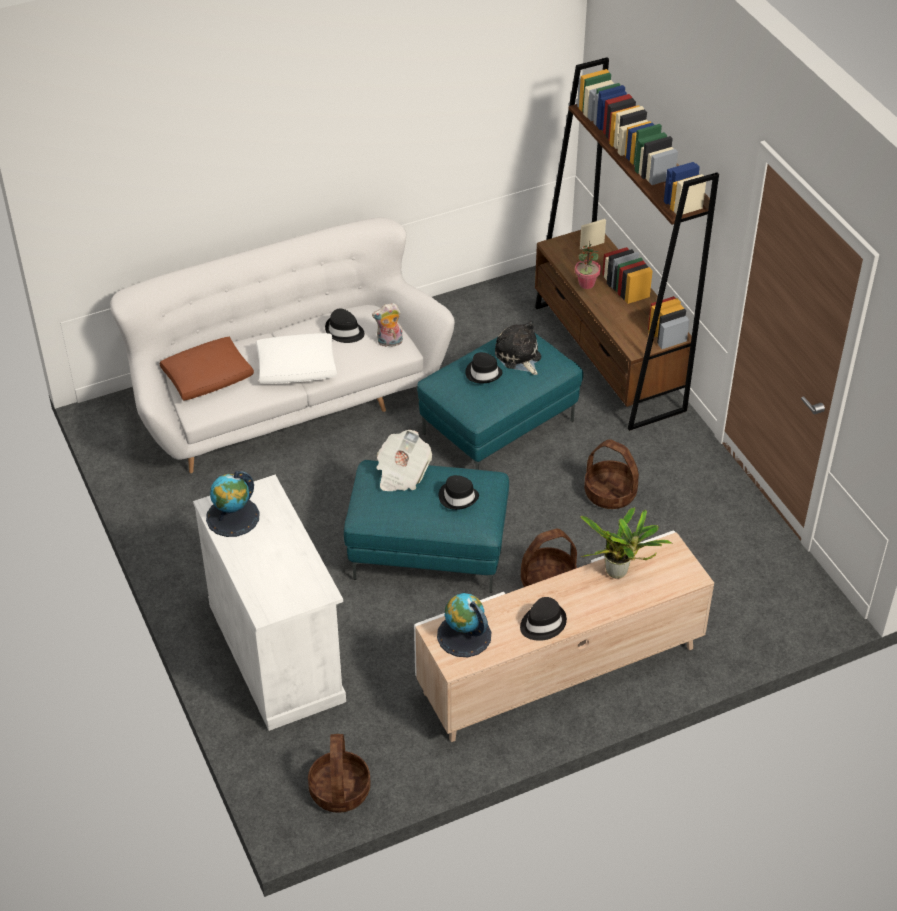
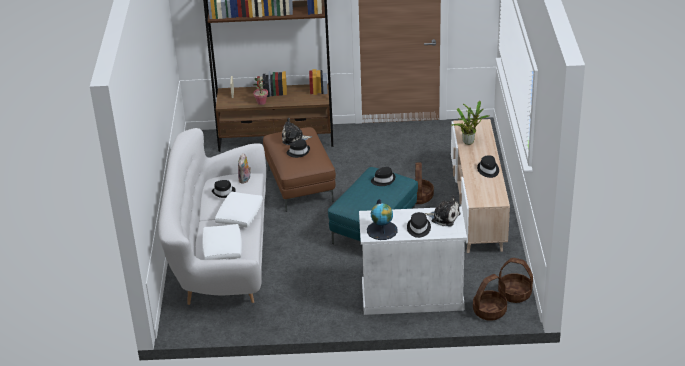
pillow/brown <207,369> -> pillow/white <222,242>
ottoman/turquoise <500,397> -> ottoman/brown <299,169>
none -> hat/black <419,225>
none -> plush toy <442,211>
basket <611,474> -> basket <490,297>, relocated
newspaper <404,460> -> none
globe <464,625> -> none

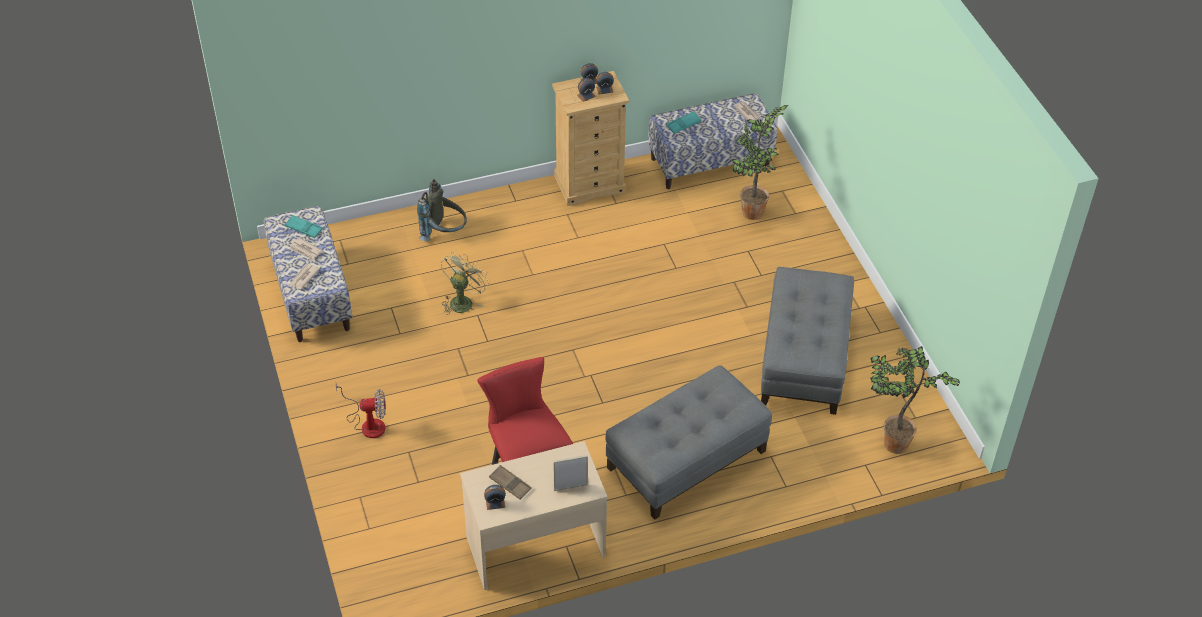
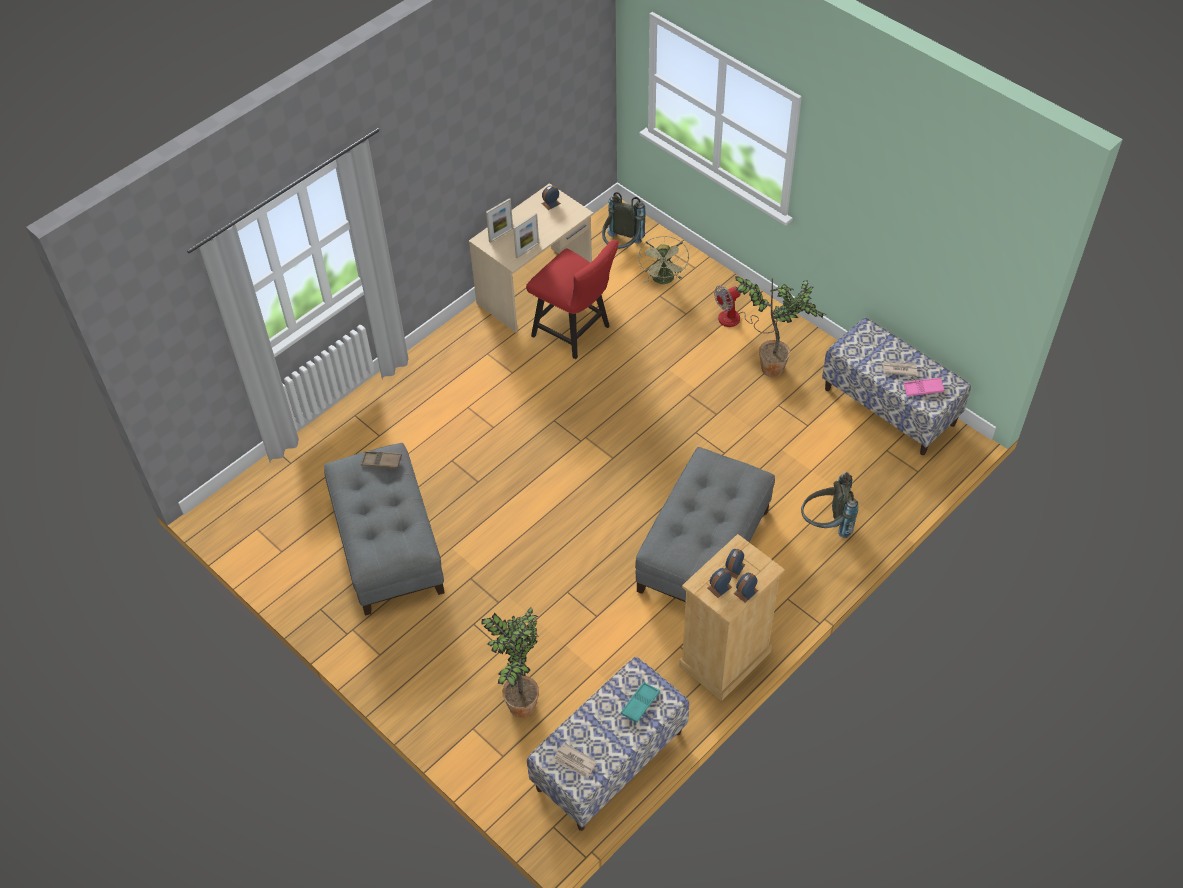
tray/brown <510,482> -> tray/brown <381,460>, relocated
none -> picture frame <526,235>
none -> backpack/grey <624,220>
ottoman/grey <688,442> -> ottoman/grey <705,524>, relocated
fan/green <465,283> -> fan/green <663,260>, relocated
potted plant <915,400> -> potted plant <780,326>, relocated
tray/turquoise <304,226> -> tray/pink <924,387>
newspaper <304,276> -> none

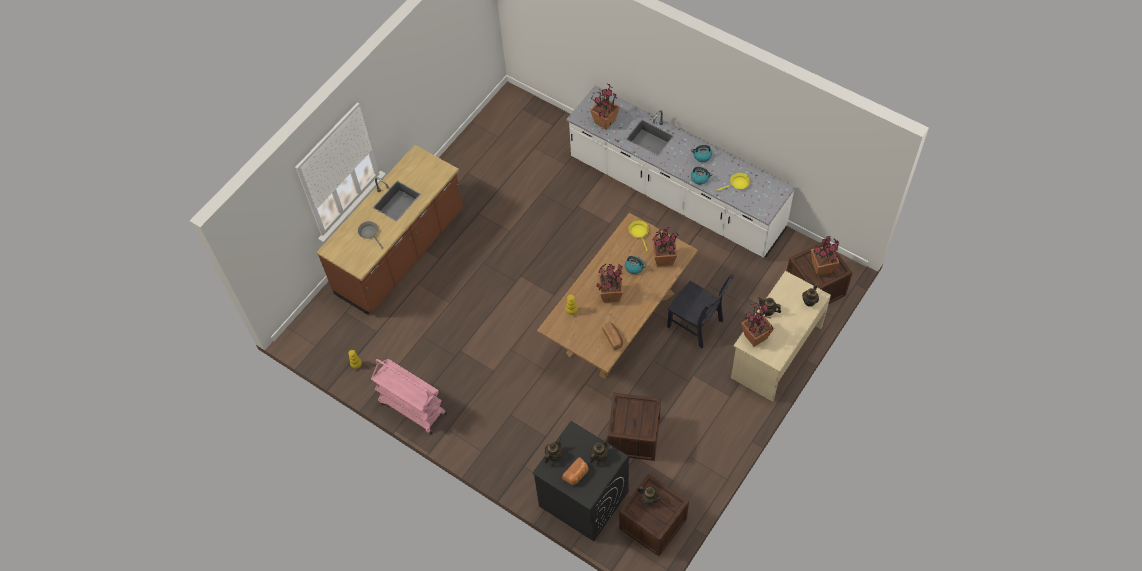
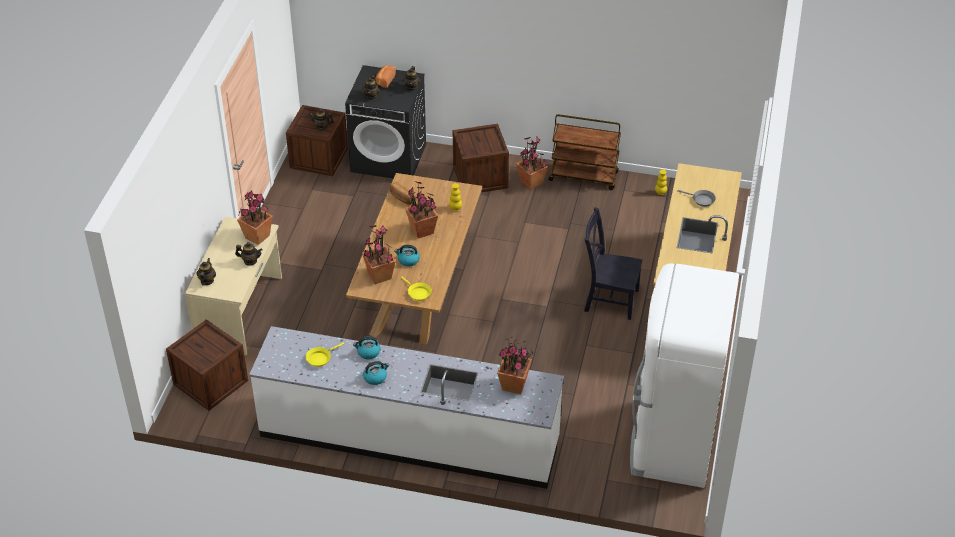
crate <634,427> -> crate <481,158>, relocated
potted plant <825,256> -> potted plant <532,163>, relocated
cart/pink <409,396> -> cart/brown <584,152>
chair/black <700,312> -> chair/black <613,263>, relocated
none -> fridge/white <684,375>

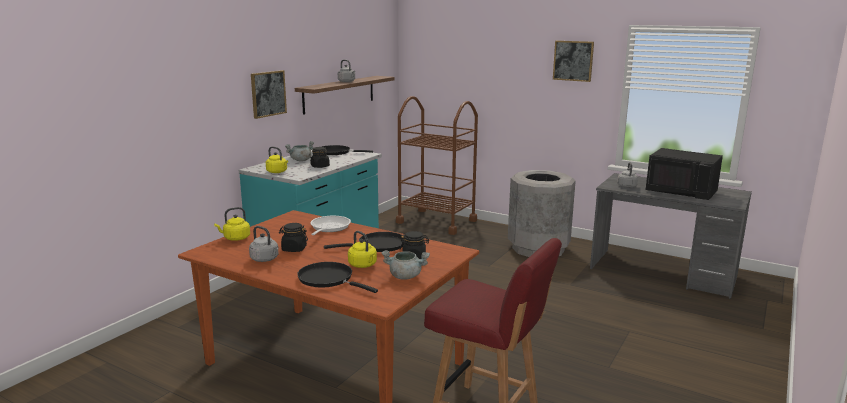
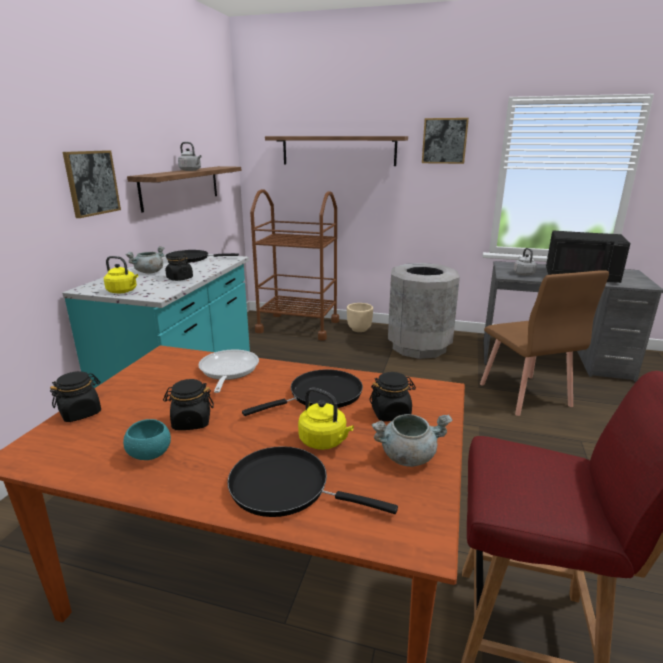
kettle/yellow <232,224> -> jar/black <75,396>
kettle/grey <264,244> -> bowl/turquoise <147,439>
none -> shelf <336,151>
none -> planter/beige <360,317>
none -> chair/brown <544,343>

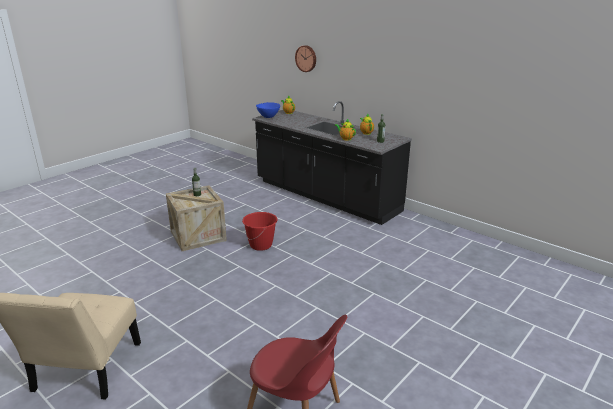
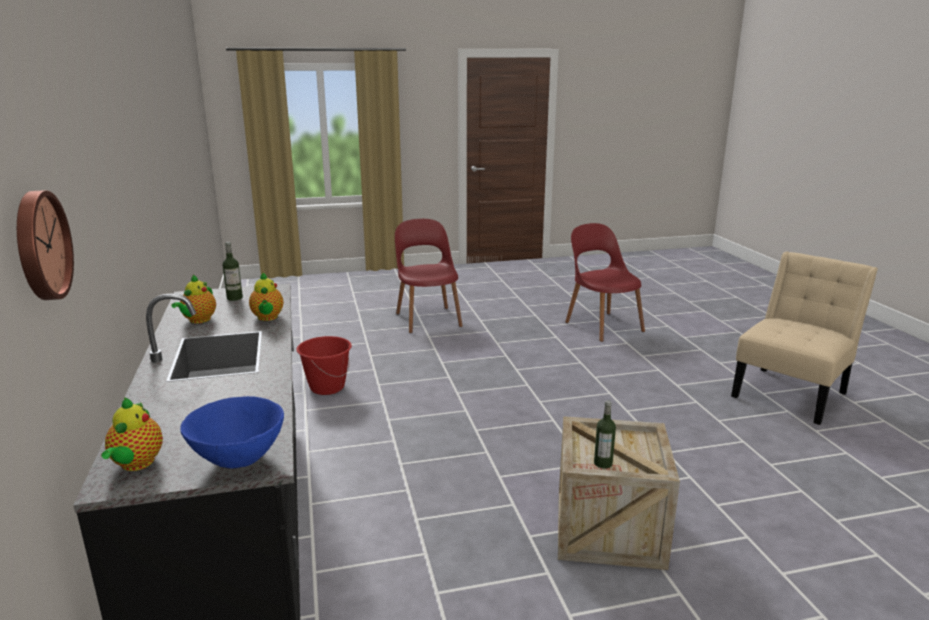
bucket/red <260,231> -> bucket/red <324,365>, relocated
none -> chair/red <429,276>

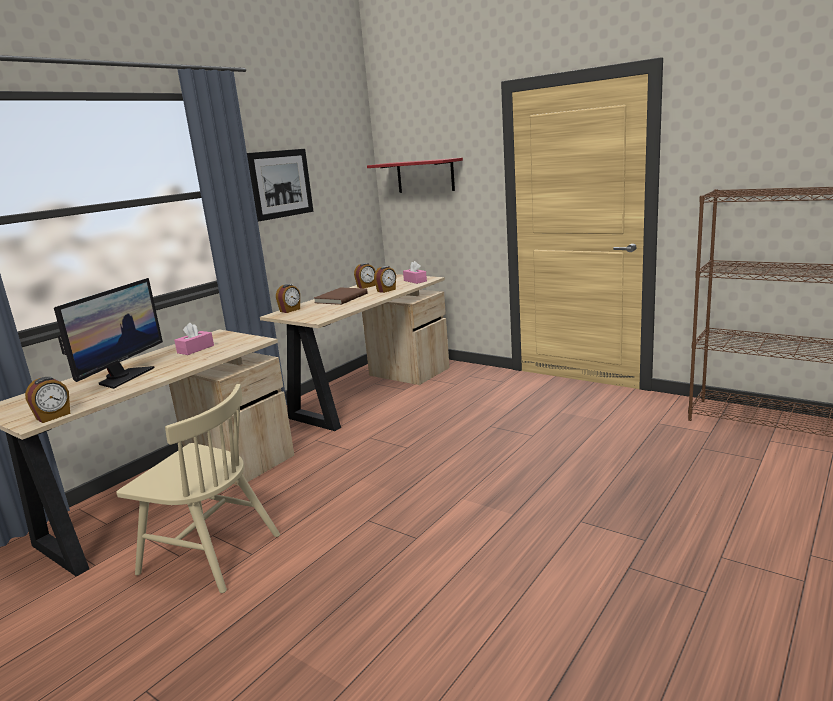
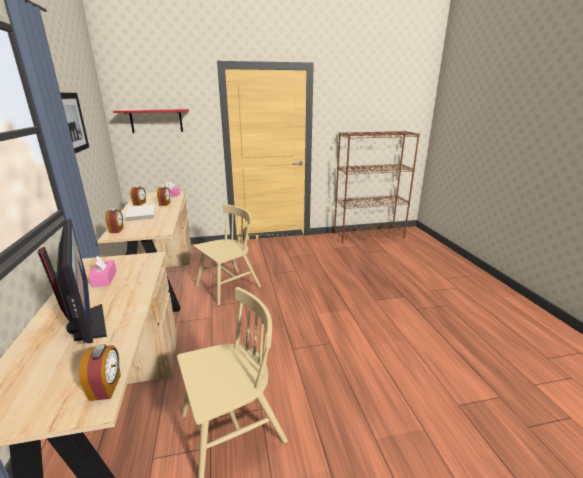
book/brown <341,296> -> book/white <139,213>
none -> chair/beige <227,254>

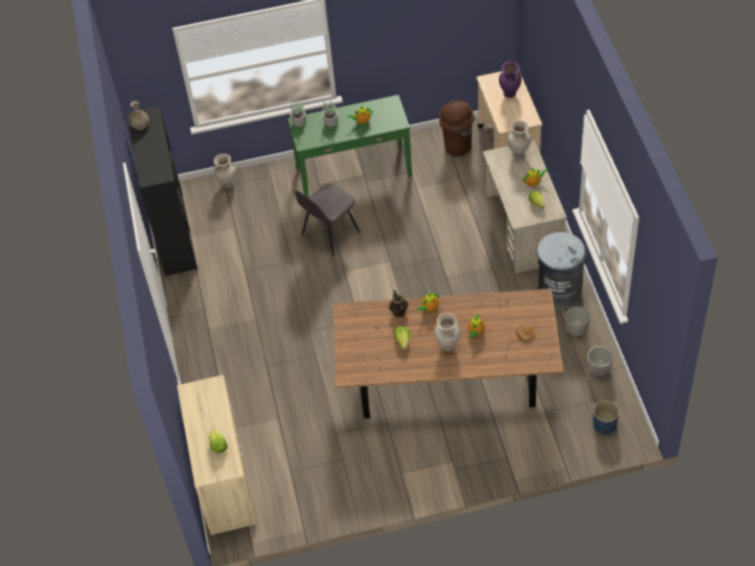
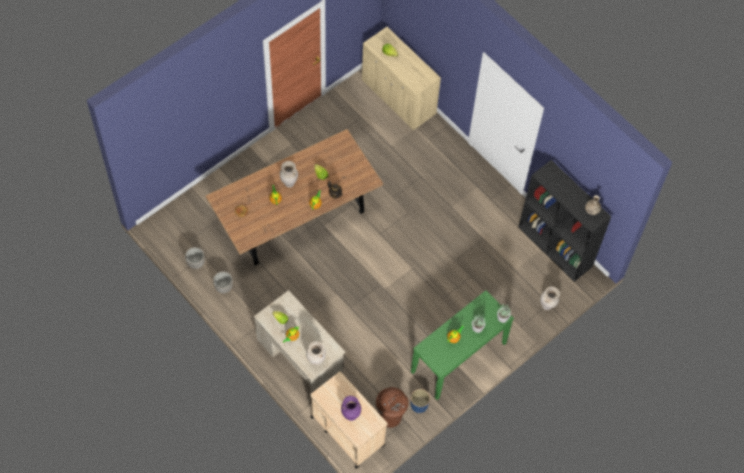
planter/blue <606,418> -> planter/blue <420,401>, relocated
chair/grey <327,220> -> none
trash can/grey <563,270> -> none

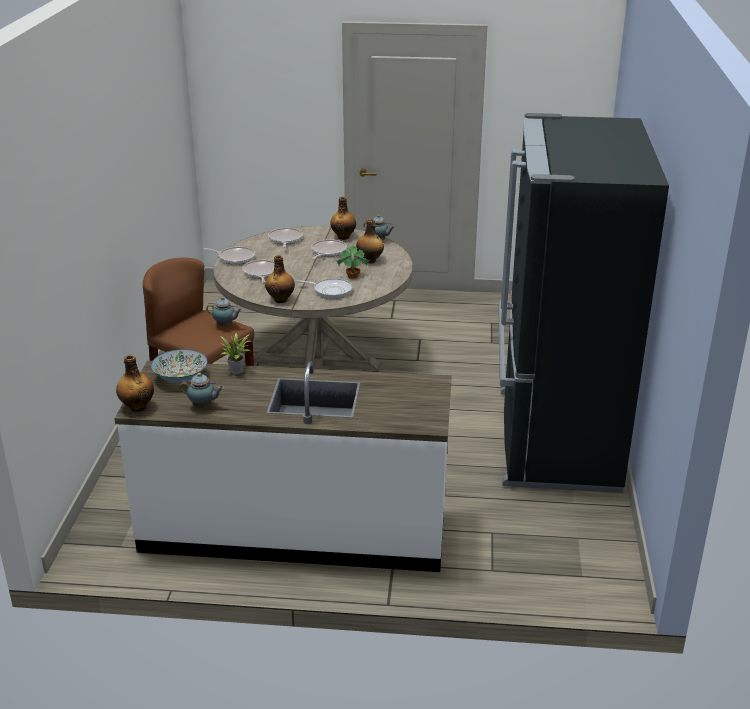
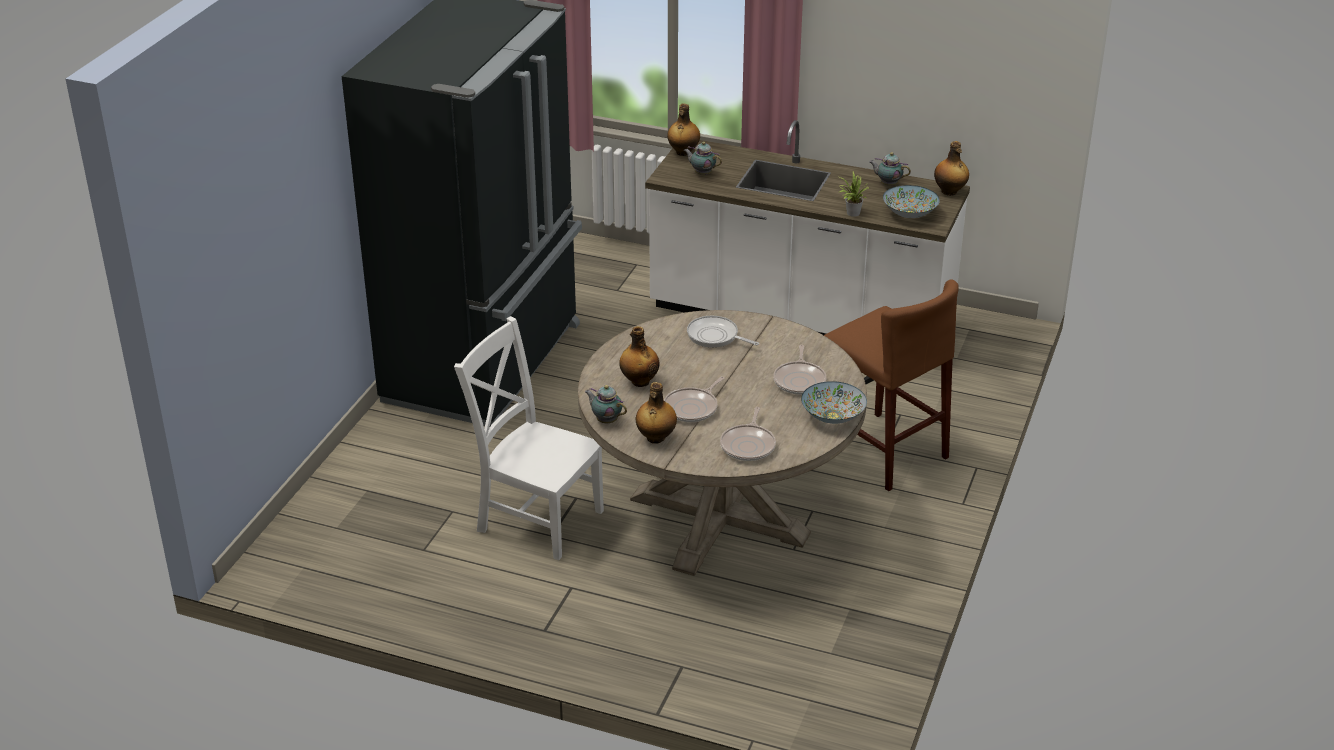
none -> chair/white <529,438>
bottle <280,279> -> bottle <683,130>, relocated
teapot <224,311> -> teapot <703,158>, relocated
frying pan <229,255> -> bowl <834,402>
potted plant <353,262> -> none

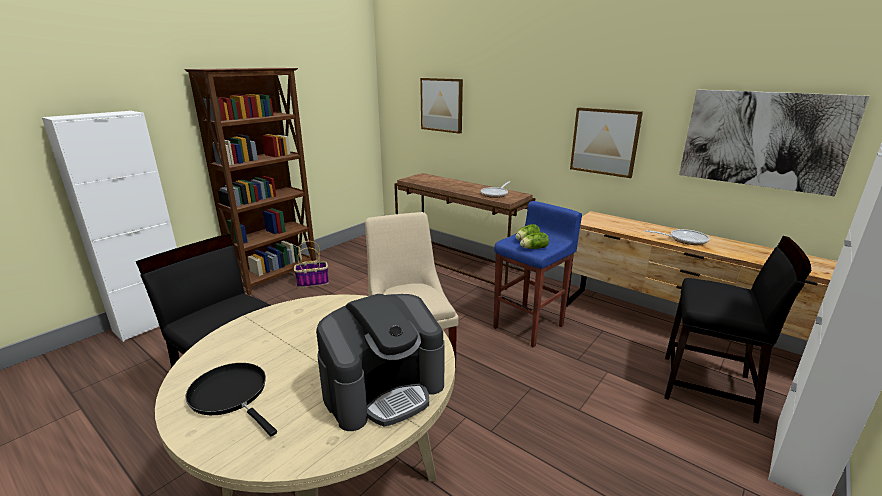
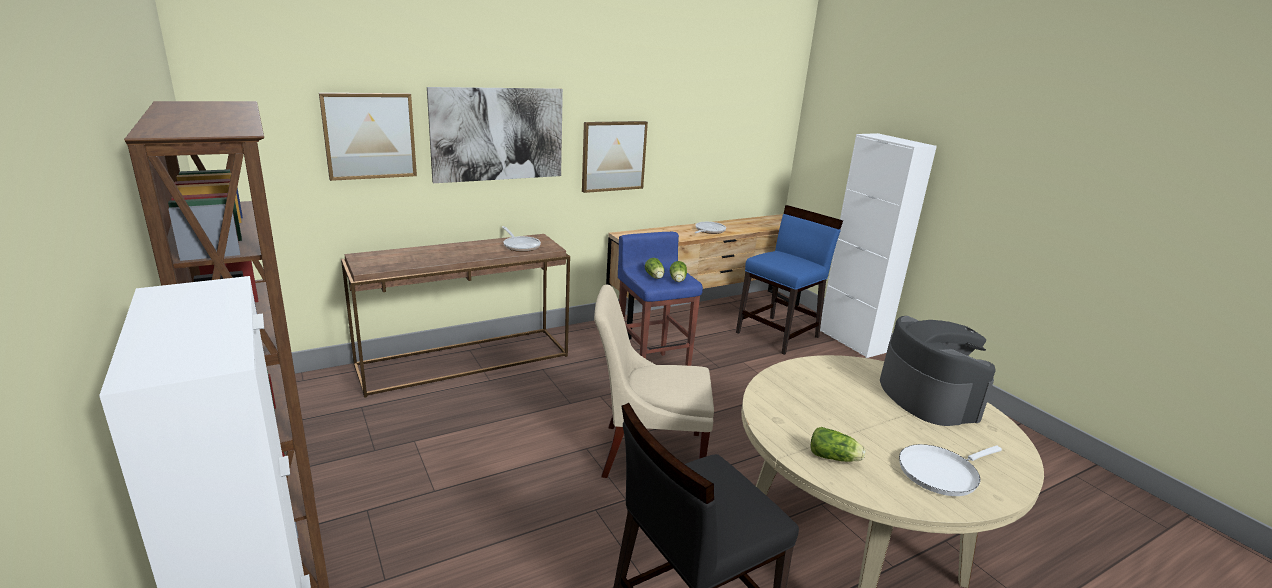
picture <774,143> -> picture <495,135>, relocated
chair/black <738,330> -> chair/blue <789,280>
none -> lettuce <837,444>
frying pan/black <231,400> -> frying pan/white <950,470>
basket <311,264> -> none

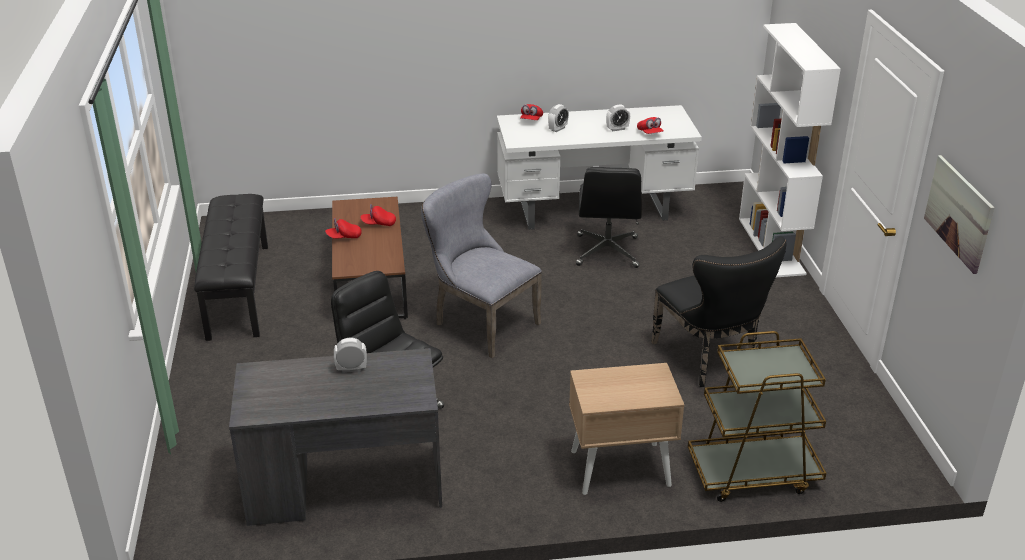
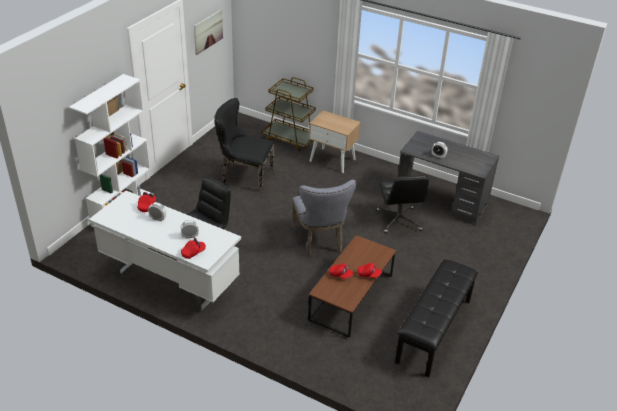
chair/black <719,312> -> chair/black <244,145>, 90 degrees counterclockwise

